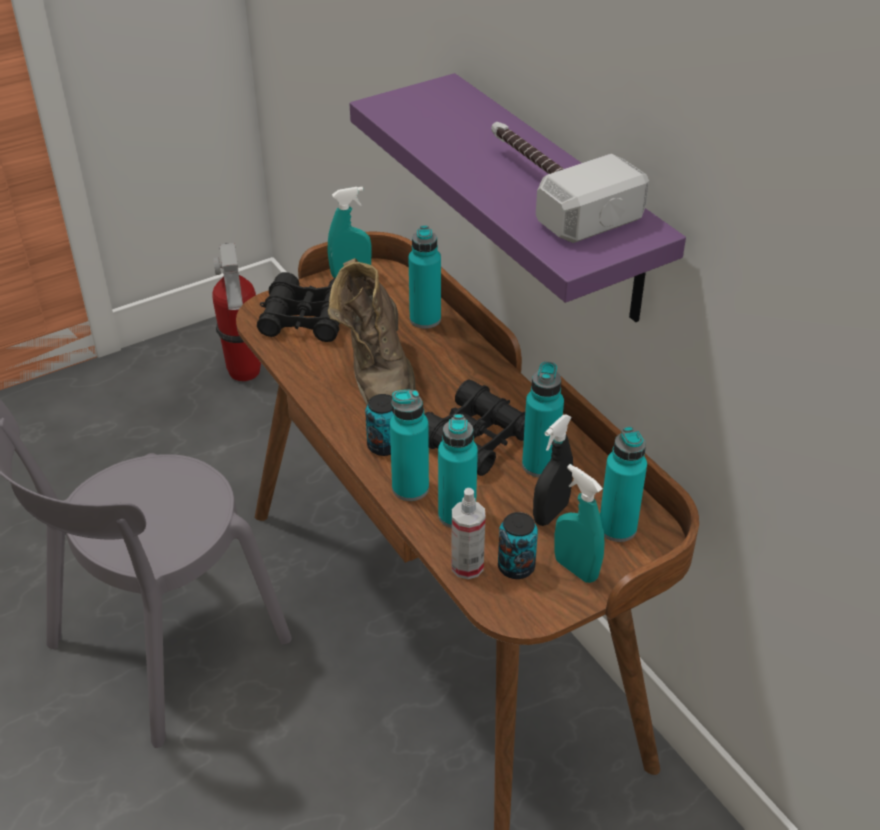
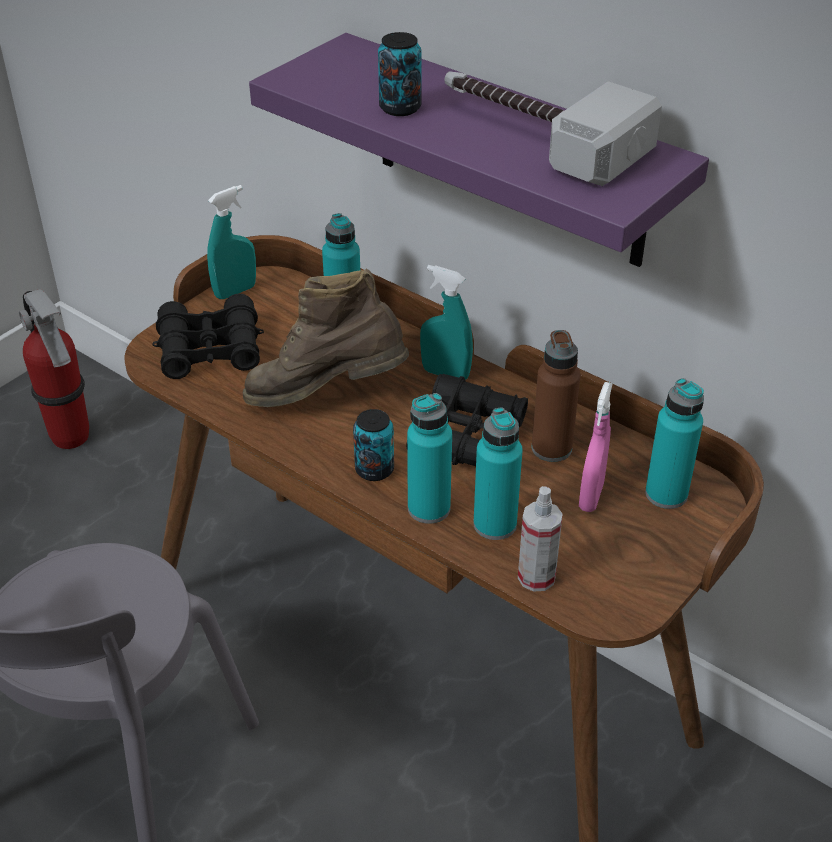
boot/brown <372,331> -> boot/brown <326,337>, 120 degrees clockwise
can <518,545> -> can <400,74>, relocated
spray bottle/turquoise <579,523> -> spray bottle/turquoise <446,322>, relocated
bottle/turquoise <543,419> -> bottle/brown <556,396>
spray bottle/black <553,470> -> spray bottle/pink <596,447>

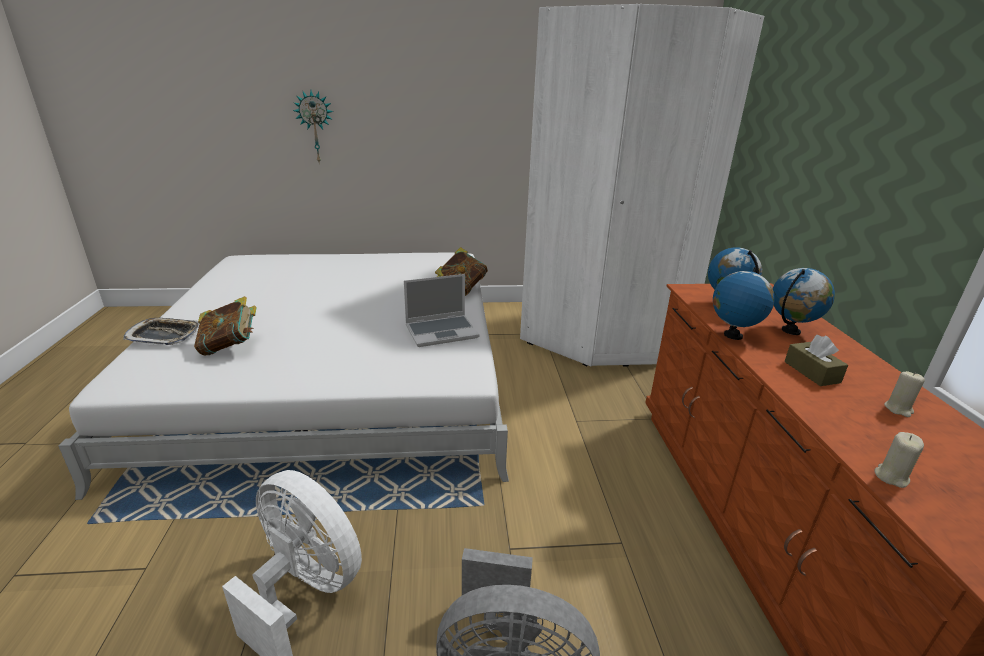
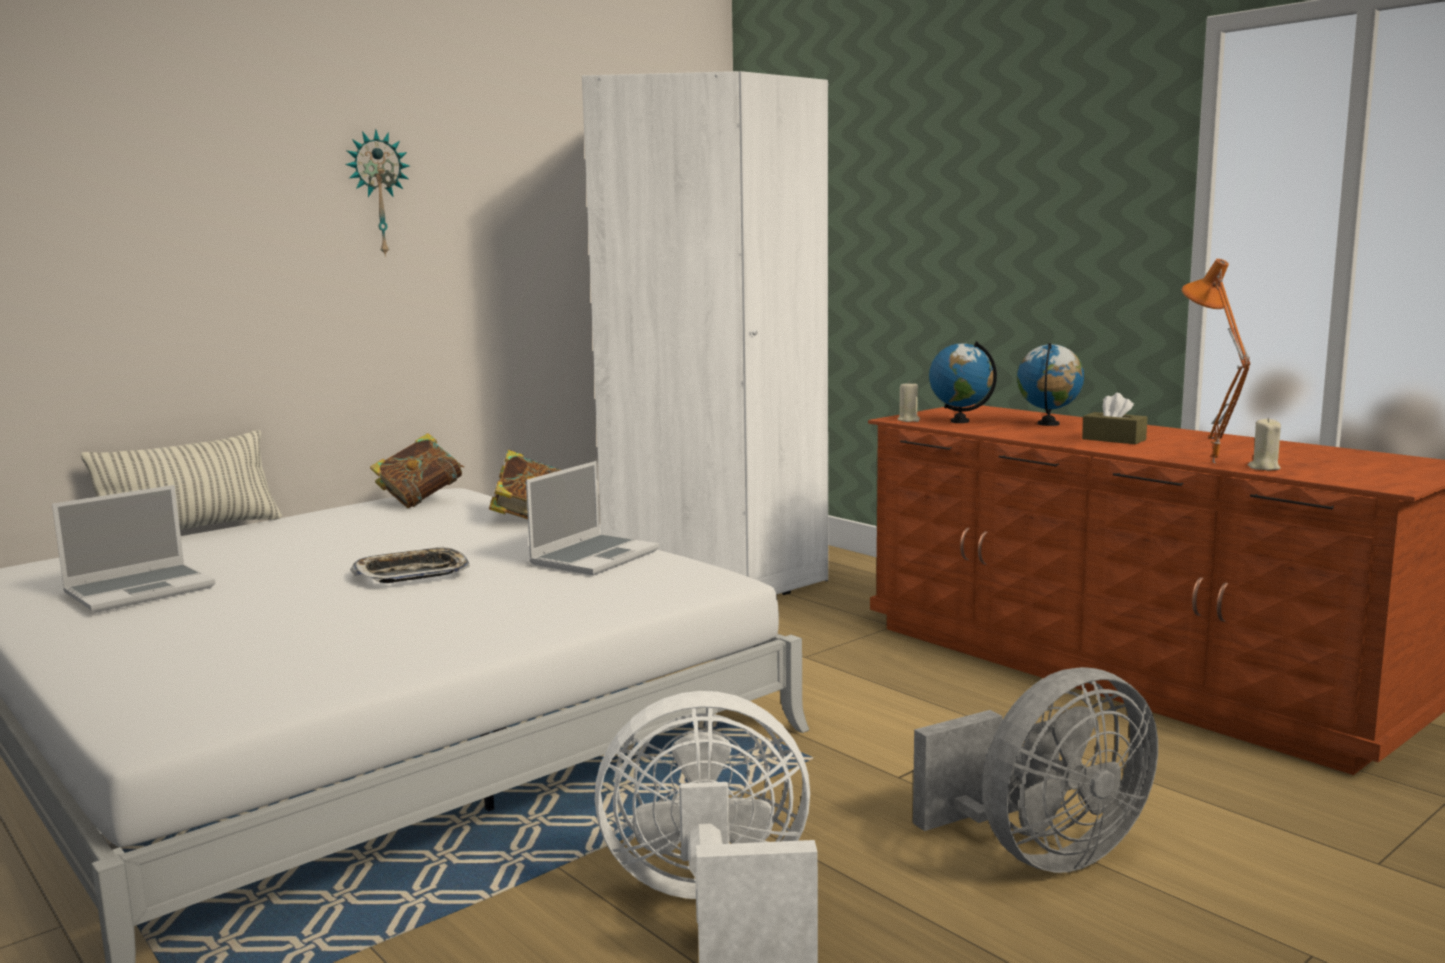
none -> laptop <133,549>
none -> pillow <181,480>
wall clock <313,127> -> wall clock <377,193>, relocated
tray <161,331> -> tray <410,564>, relocated
book <225,326> -> book <417,470>, relocated
candle/beige <904,394> -> candle/beige <908,401>, relocated
none -> table lamp/orange <1216,361>
globe <744,303> -> none

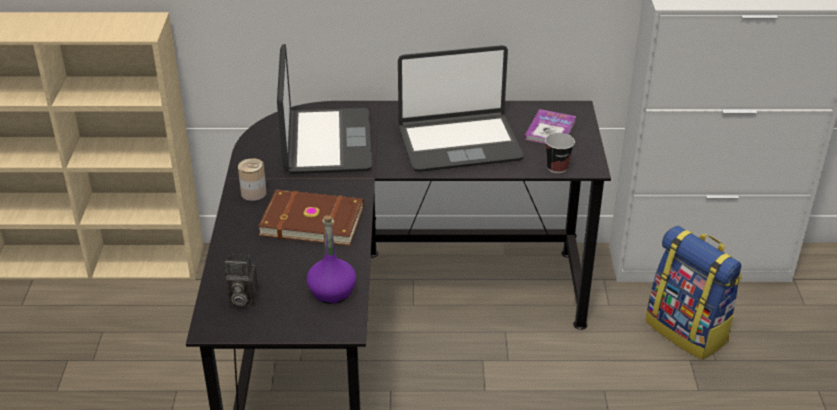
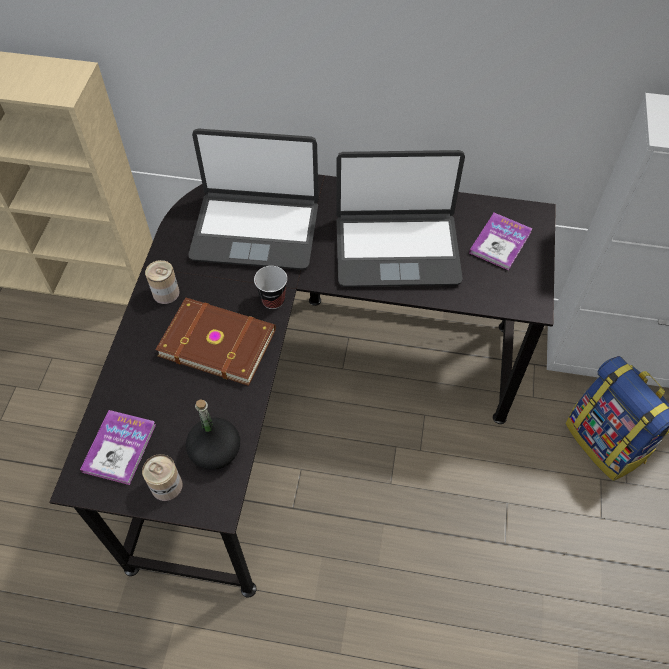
photo camera <242,281> -> book <118,447>
none -> can <162,477>
bottle/purple <331,260> -> bottle/black <213,434>
laptop <324,109> -> laptop <253,199>, 90 degrees clockwise
cup <560,153> -> cup <270,287>, relocated

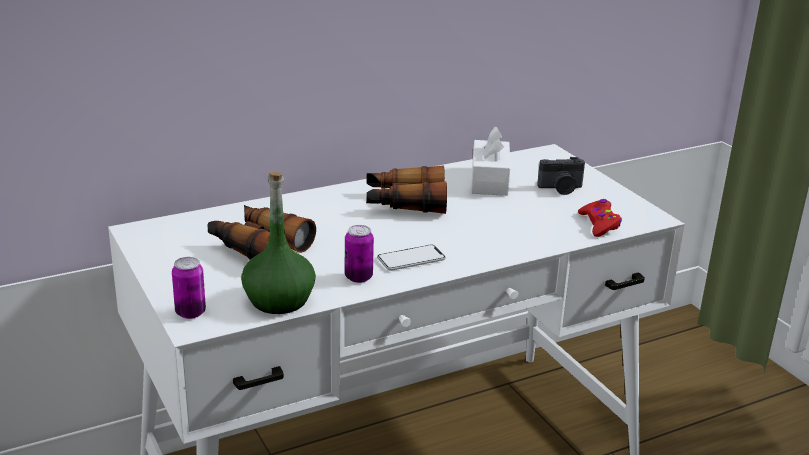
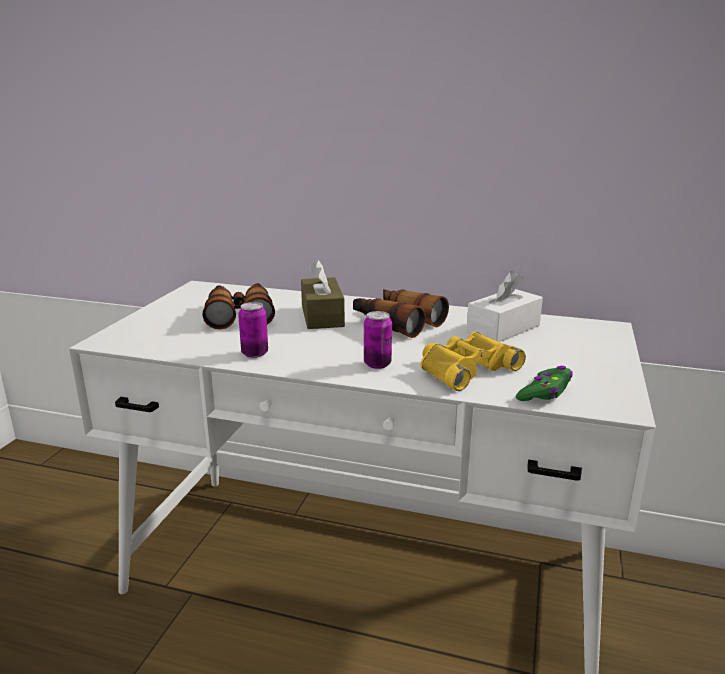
none -> tissue box/brown <323,294>
can <189,288> -> can <378,340>, relocated
none -> binoculars/yellow <473,361>
game controller/red <600,218> -> game controller/green <544,383>
bottle/green <278,242> -> none
phone <411,257> -> none
photo camera <561,176> -> none

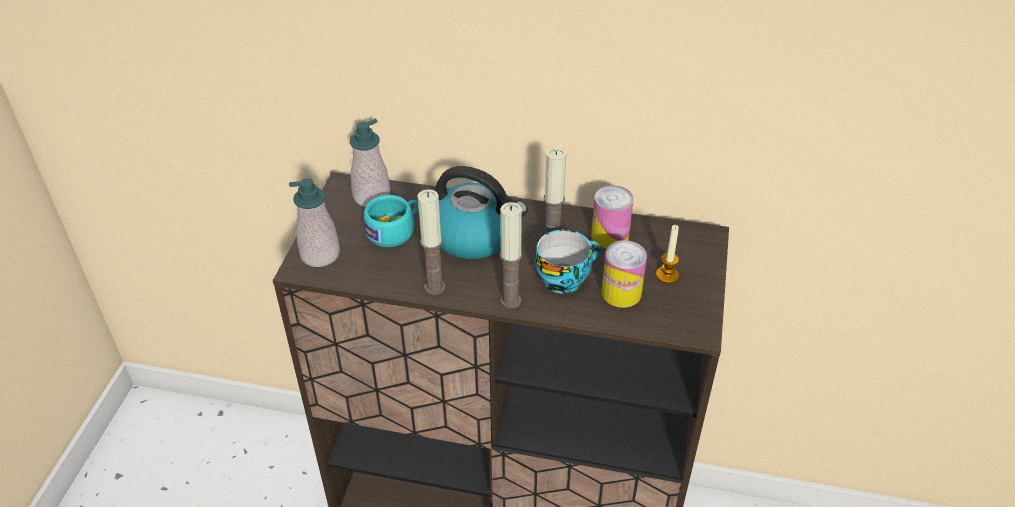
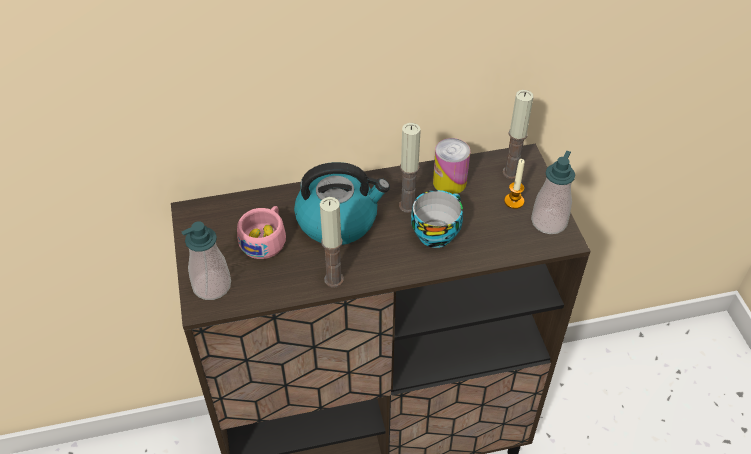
cup/turquoise <391,221> -> cup/pink <261,232>
candle <510,255> -> candle <518,134>, relocated
soap dispenser <370,163> -> soap dispenser <553,192>, relocated
can <624,274> -> none

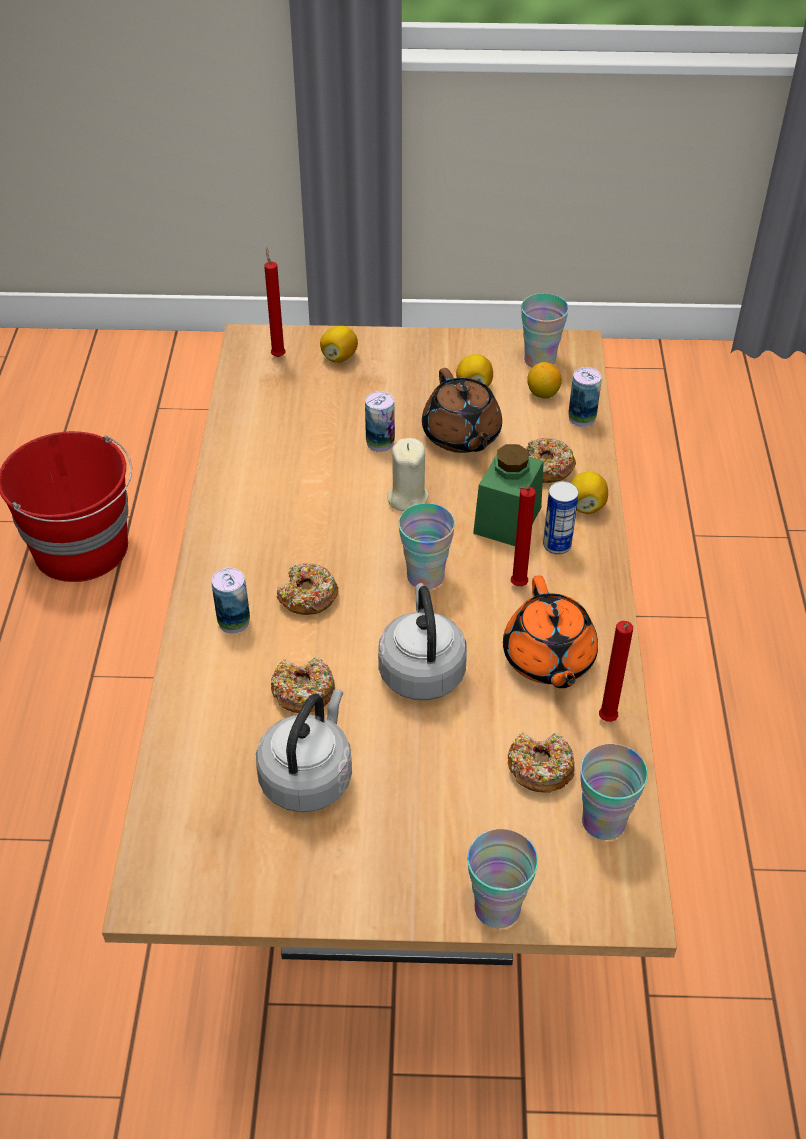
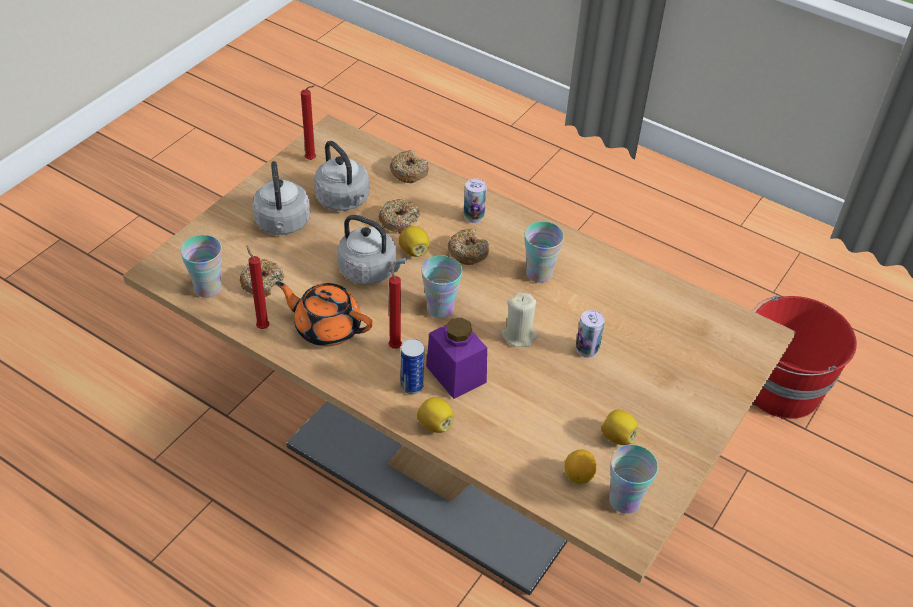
none -> kettle/grey <281,198>
candle/red <275,302> -> candle/red <308,122>, relocated
donut <551,460> -> donut <409,166>, relocated
lemon <339,344> -> lemon <414,241>, relocated
jar/green <508,495> -> jar/purple <456,358>
cup <502,878> -> cup <544,252>, relocated
teapot/brown <462,410> -> none
can <585,397> -> none

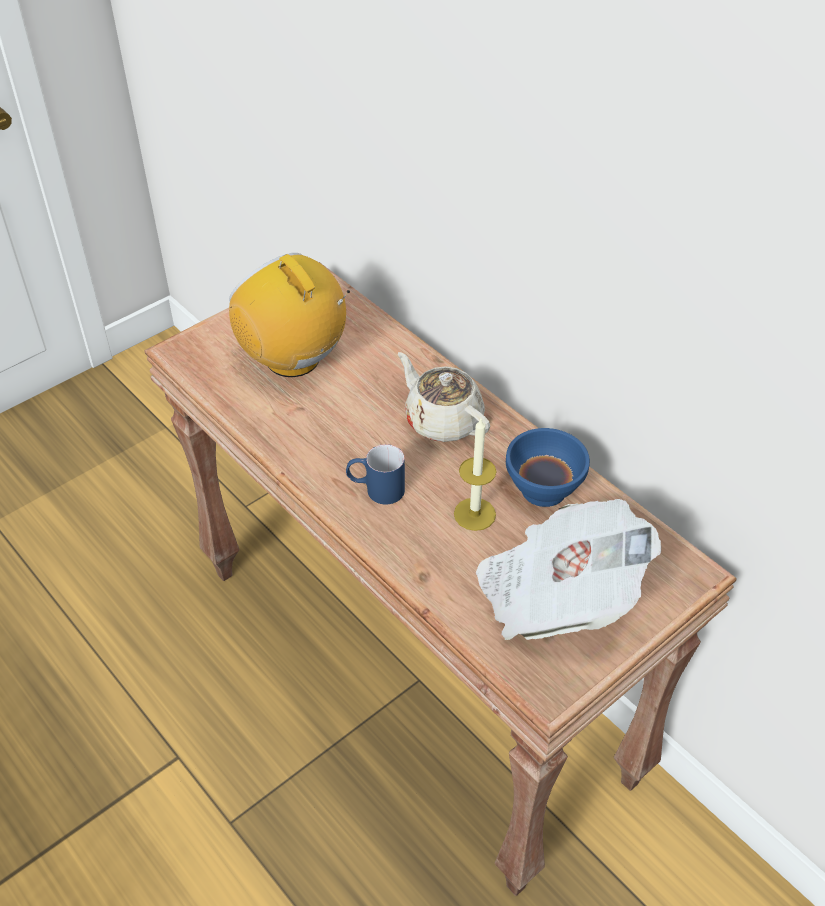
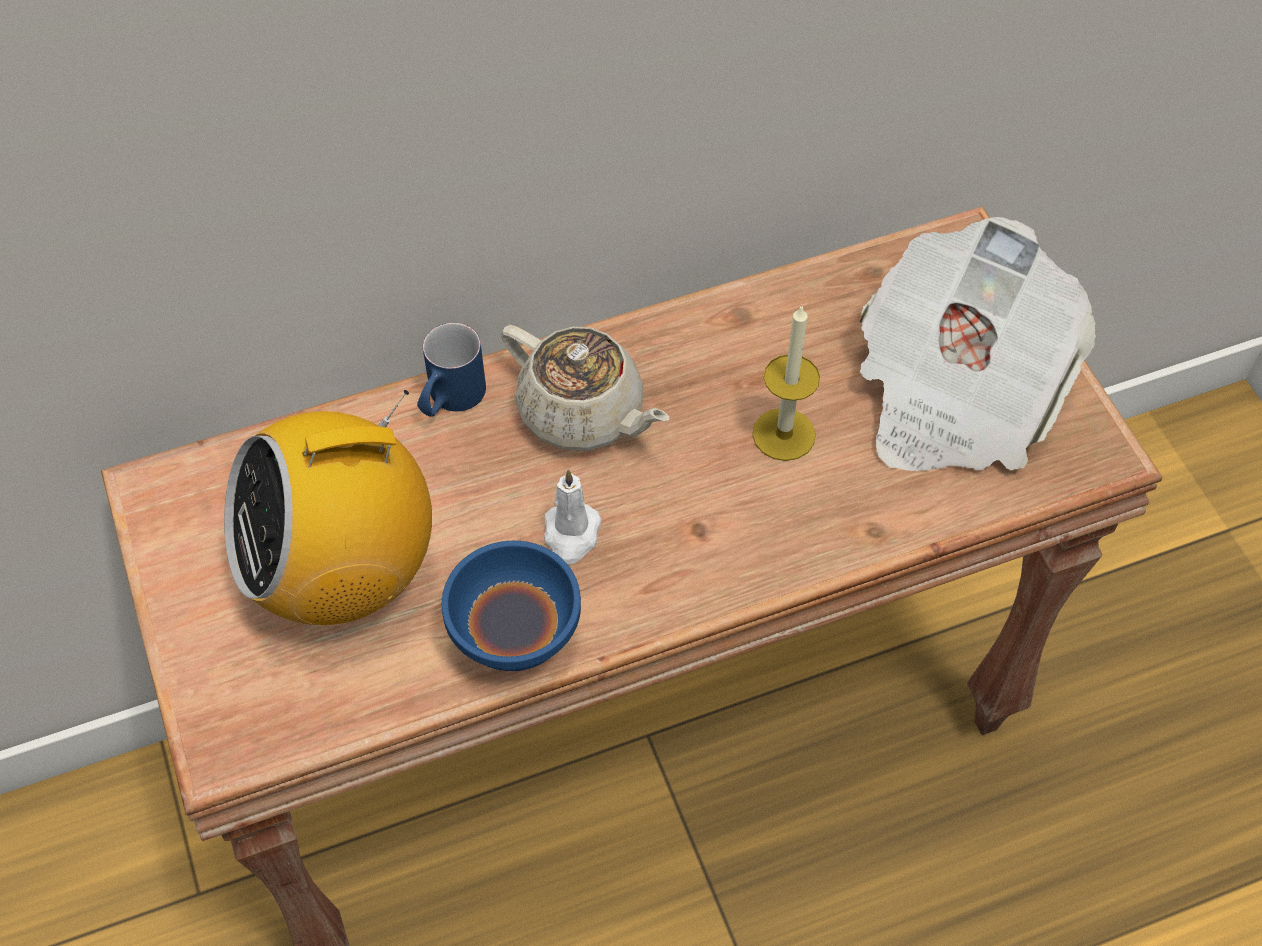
mug/blue <375,474> -> mug/blue <451,370>, relocated
bowl/blue <548,467> -> bowl/blue <511,606>, relocated
teapot/beige <444,397> -> teapot/beige <585,388>, 120 degrees counterclockwise
none -> candle/white <573,516>

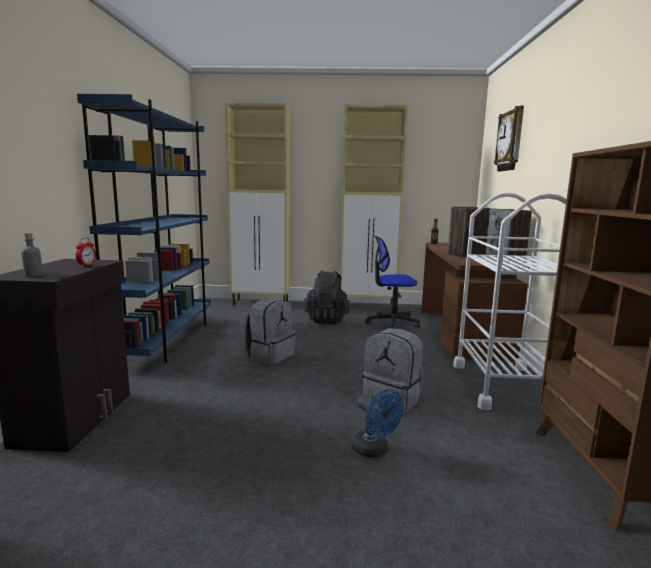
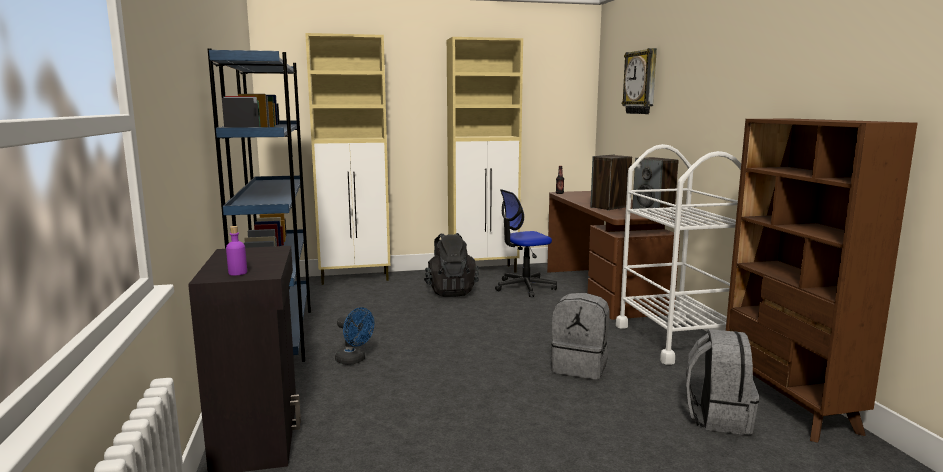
bottle/grey <32,255> -> bottle/purple <236,251>
fan/blue <377,423> -> fan/blue <354,336>, relocated
backpack/grey <270,331> -> backpack/grey <722,382>, relocated
alarm clock <86,252> -> none

